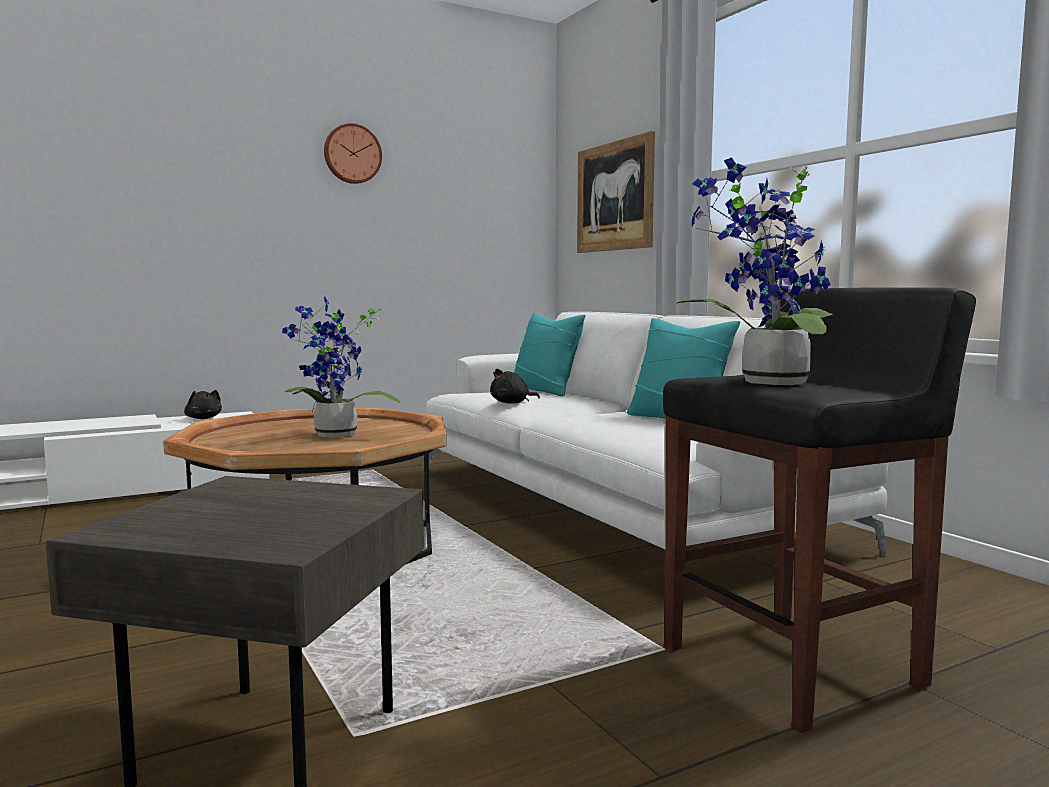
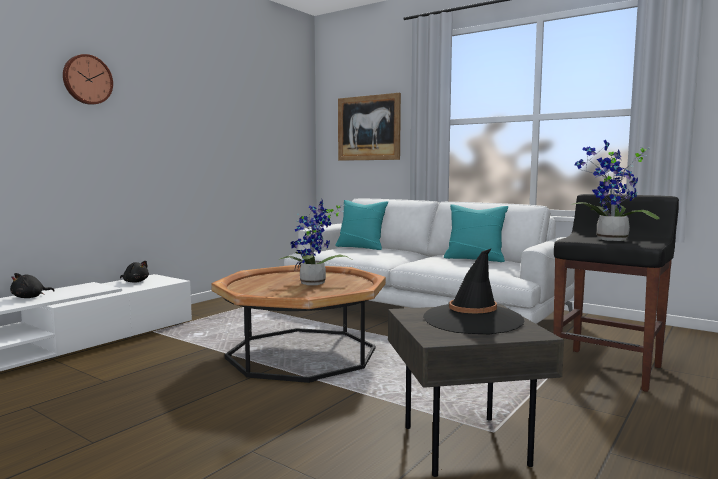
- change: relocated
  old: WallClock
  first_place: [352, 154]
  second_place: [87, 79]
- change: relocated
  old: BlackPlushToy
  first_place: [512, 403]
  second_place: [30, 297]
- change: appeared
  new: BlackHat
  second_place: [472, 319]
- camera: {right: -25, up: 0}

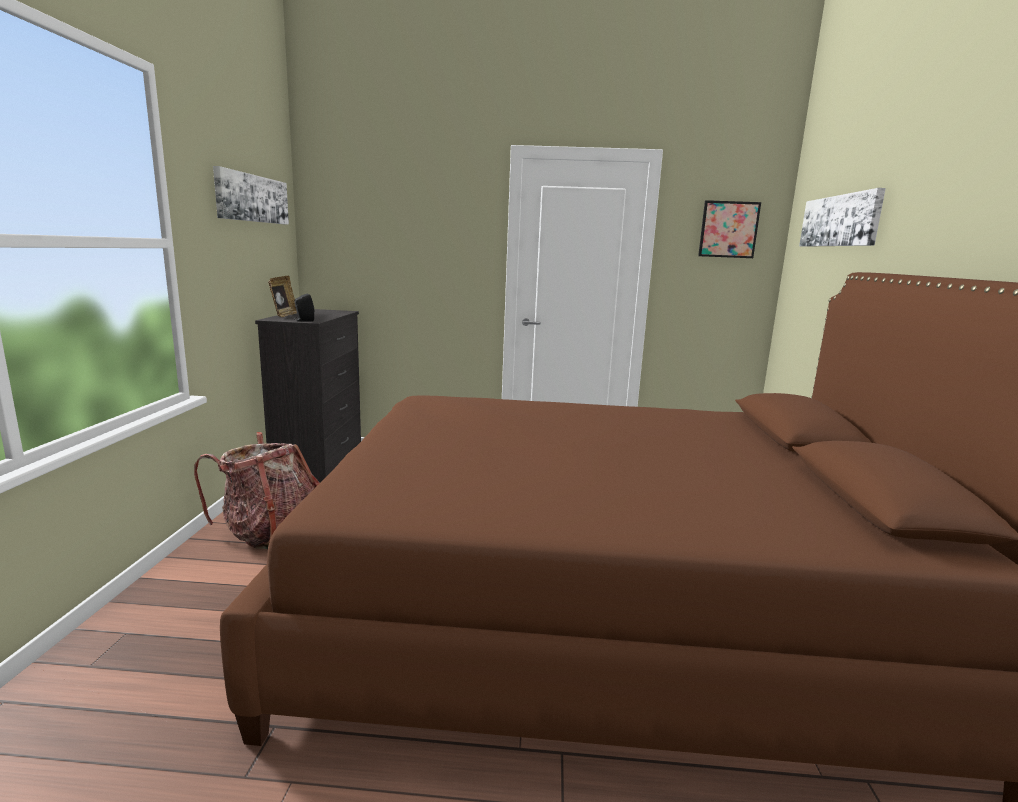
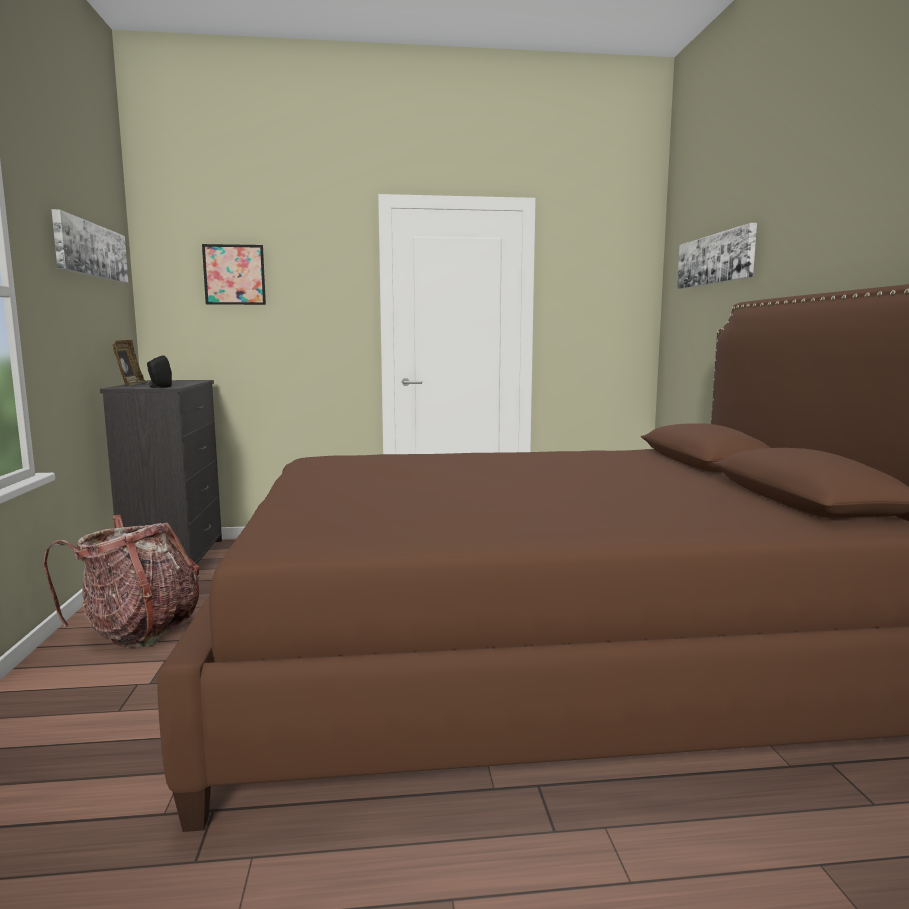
- change: relocated
  old: Picture
  first_place: [728, 229]
  second_place: [234, 274]
- camera: {right: -10, up: -5}

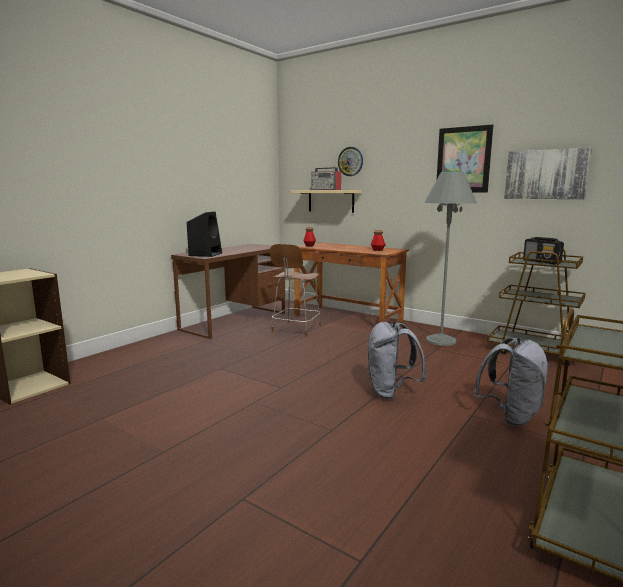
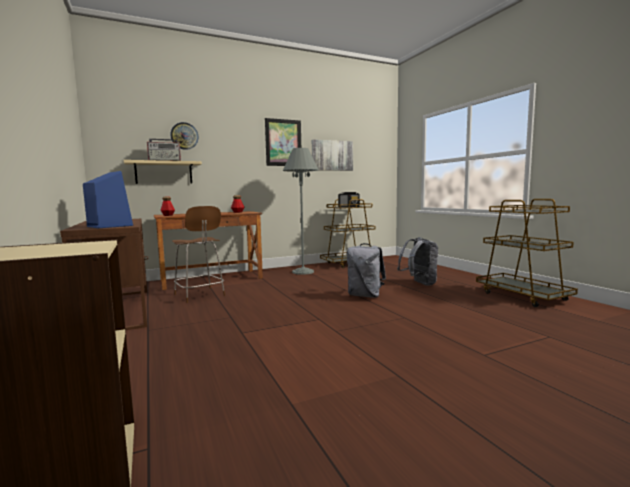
- change: colour
  old: BlackSpeaker
  new: BlueSpeaker
  first_place: [205, 254]
  second_place: [109, 226]
- camera: {right: -60, up: -5}

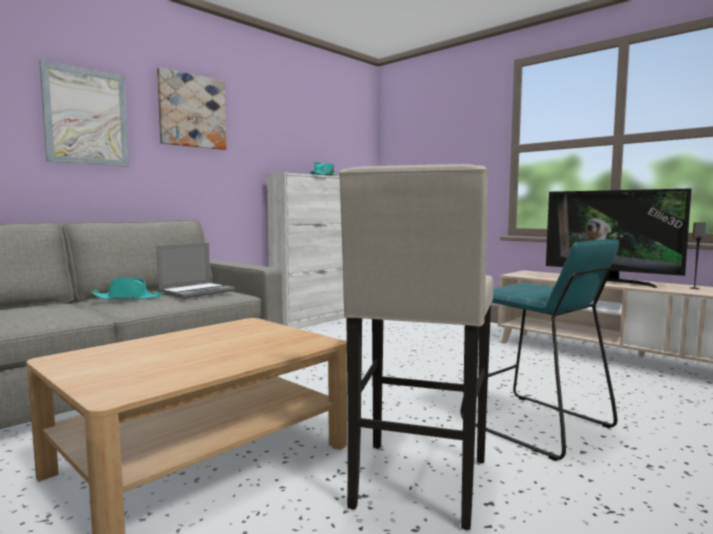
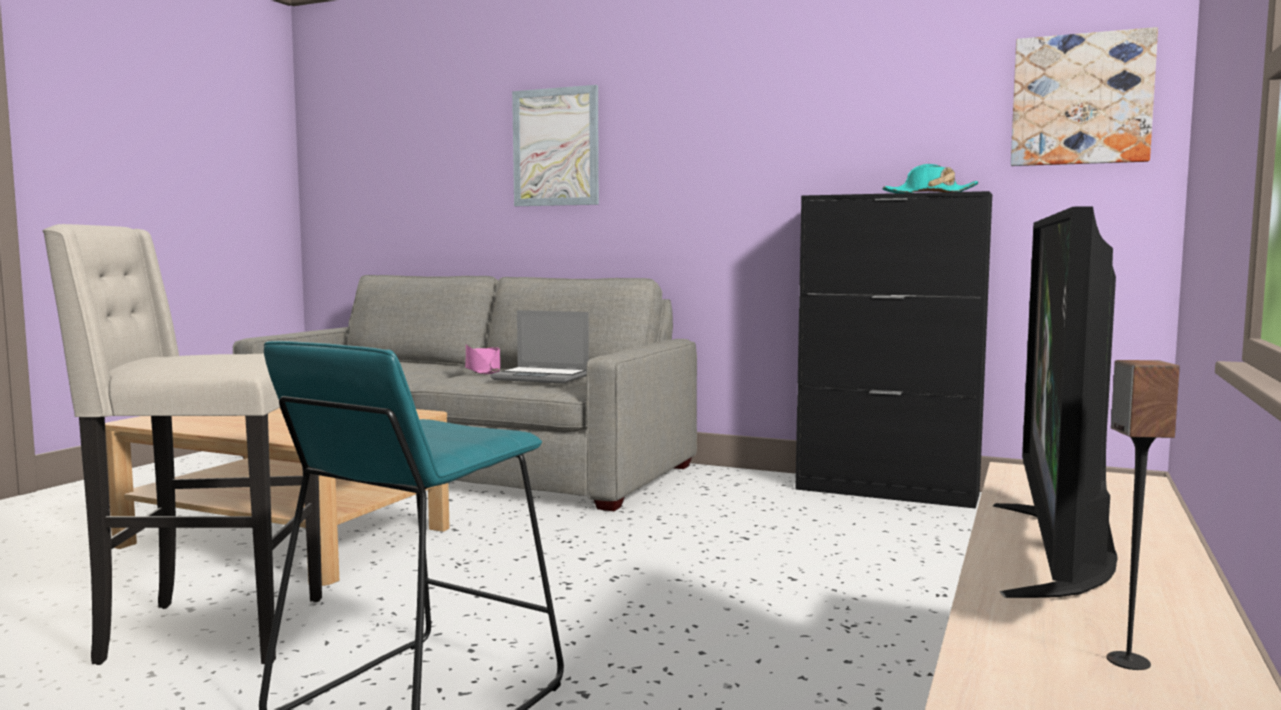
- change: relocated
  old: Picture
  first_place: [192, 111]
  second_place: [1081, 100]
- change: colour
  old: WhiteCabinet
  new: BlackCabinet
  first_place: [312, 321]
  second_place: [887, 492]
- change: colour
  old: TurquoiseHat
  new: PinkHat
  first_place: [128, 298]
  second_place: [482, 370]
- camera: {right: 70, up: 0}

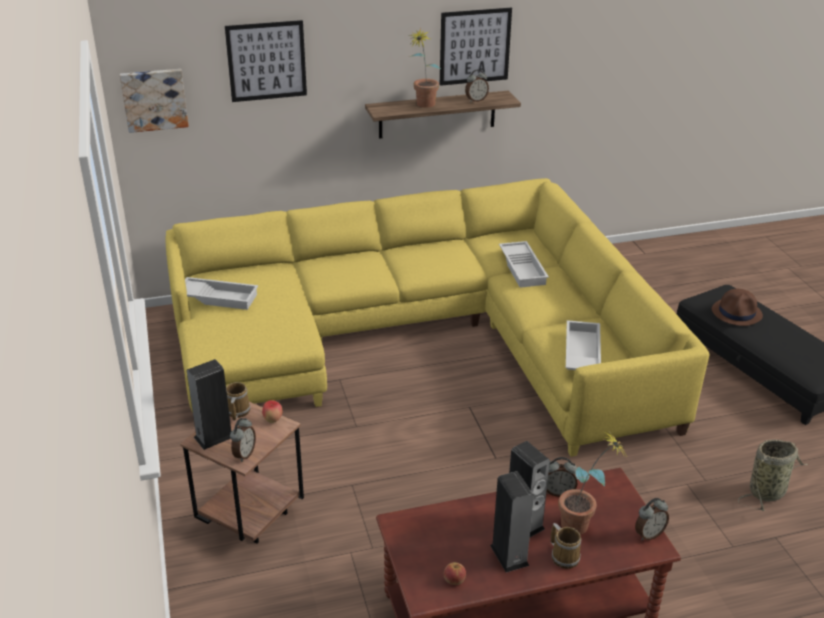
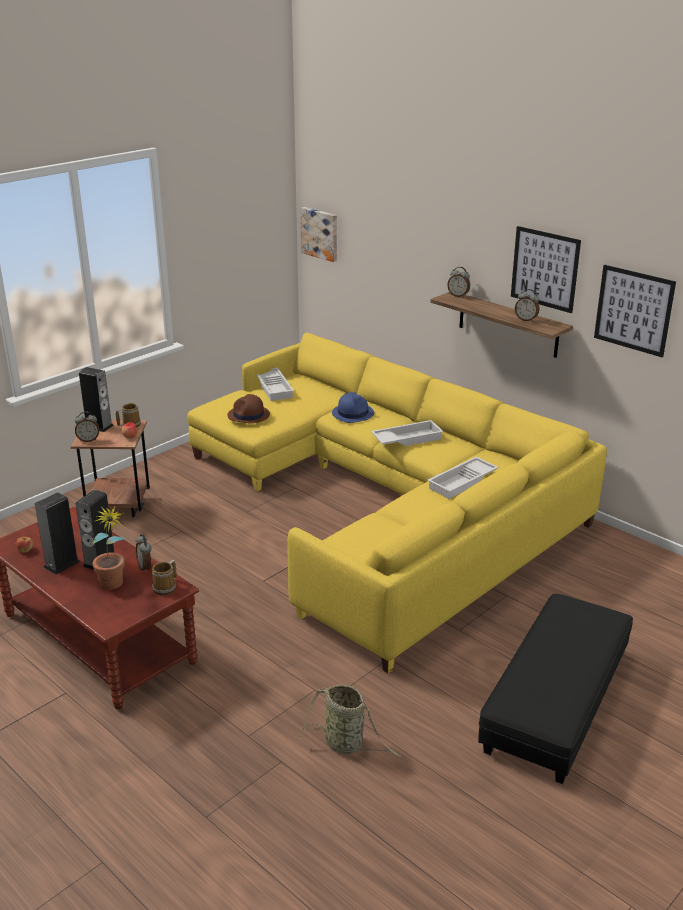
- change: relocated
  old: Picture
  first_place: [266, 61]
  second_place: [633, 310]
- change: missing
  old: PottedPlant
  first_place: [423, 106]
- change: relocated
  old: BrownHat
  first_place: [737, 313]
  second_place: [248, 415]
- change: relocated
  old: WhiteTray
  first_place: [580, 353]
  second_place: [407, 438]
- change: relocated
  old: AlarmClock
  first_place: [648, 534]
  second_place: [458, 295]
- change: relocated
  old: Mug
  first_place: [564, 556]
  second_place: [166, 588]
- change: appeared
  new: BlueHat
  second_place: [353, 413]
- camera: {right: 60, up: -5}

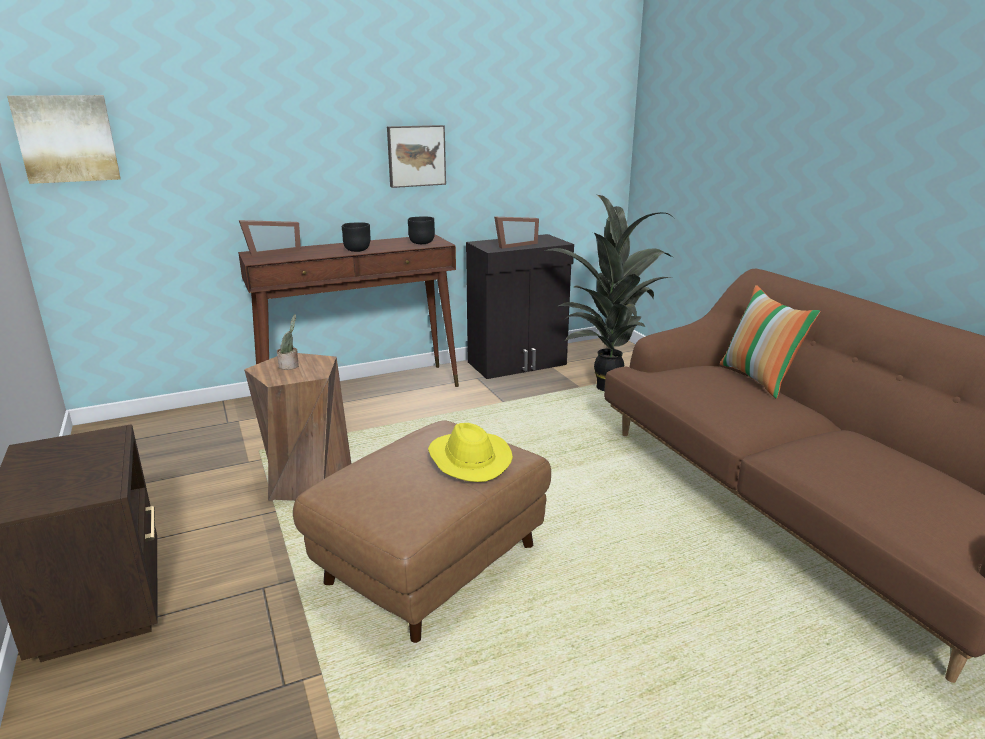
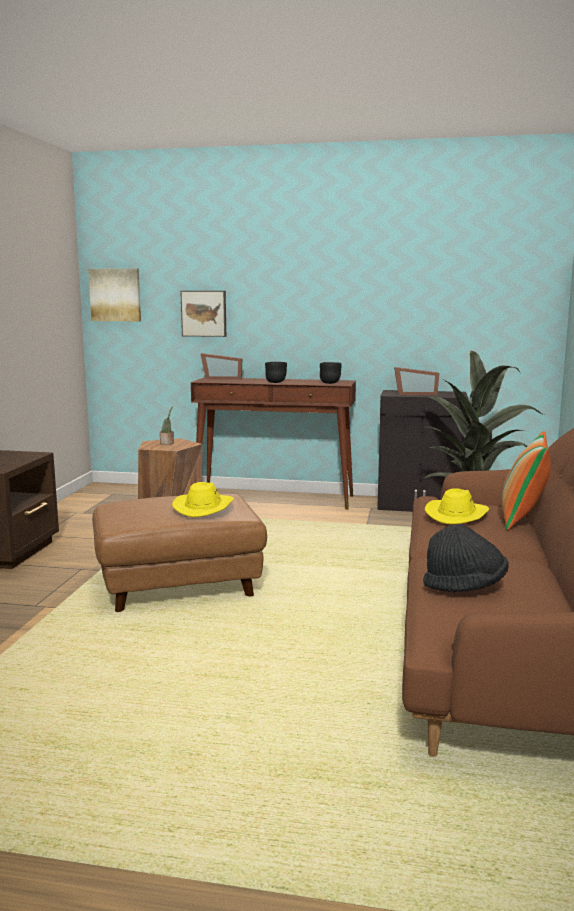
- change: relocated
  old: Picture
  first_place: [416, 156]
  second_place: [204, 313]
- change: appeared
  new: YellowHat
  second_place: [457, 515]
- change: appeared
  new: BlackHat
  second_place: [465, 587]
- camera: {right: 35, up: -10}

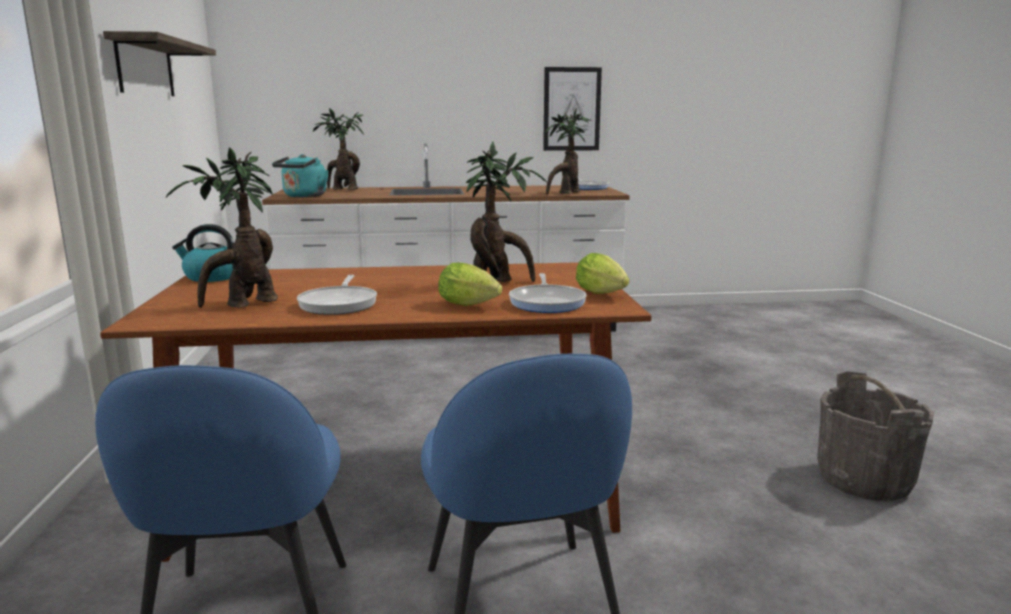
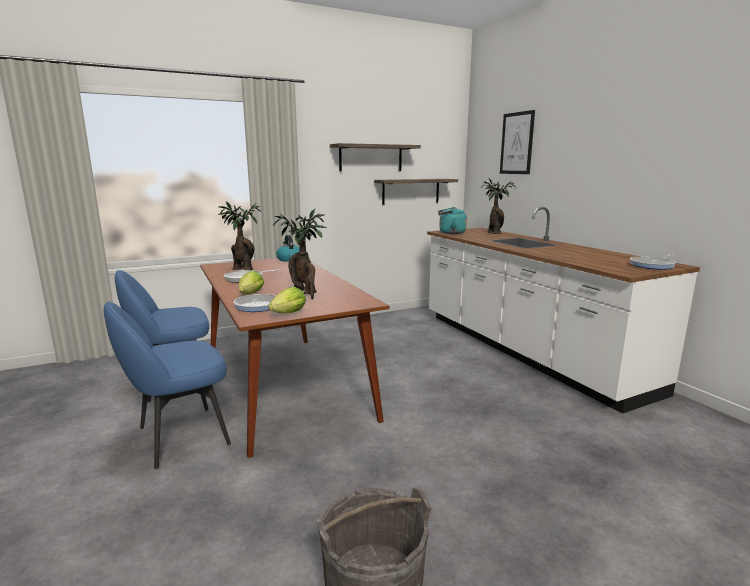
- change: relocated
  old: Picture
  first_place: [572, 109]
  second_place: [517, 143]
- change: missing
  old: PottedPlant
  first_place: [566, 193]
- change: appeared
  new: Shelf
  second_place: [411, 191]
- camera: {right: 70, up: 0}

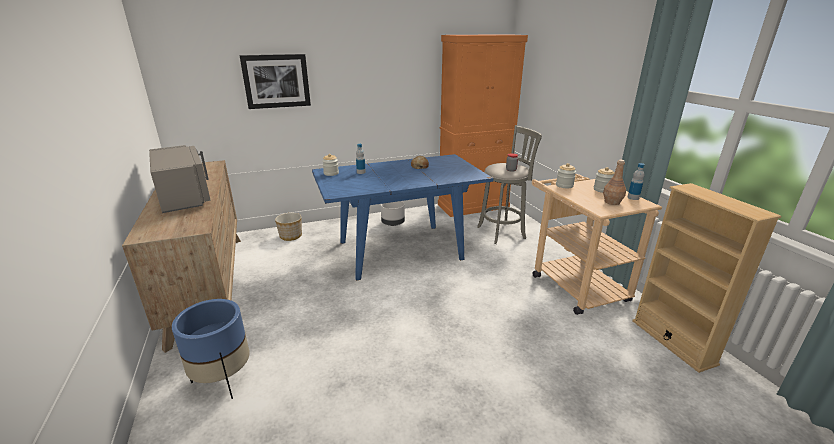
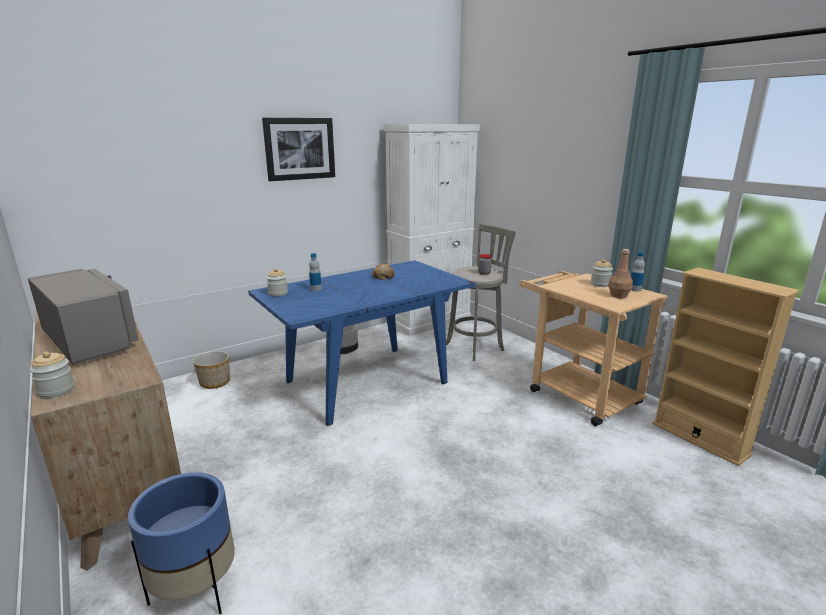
- change: colour
  old: OrangeCabinet
  new: WhiteCabinet
  first_place: [473, 206]
  second_place: [430, 321]
- change: relocated
  old: Picture
  first_place: [276, 81]
  second_place: [299, 149]
- change: relocated
  old: Jar
  first_place: [564, 185]
  second_place: [56, 390]
- camera: {right: -15, up: -5}

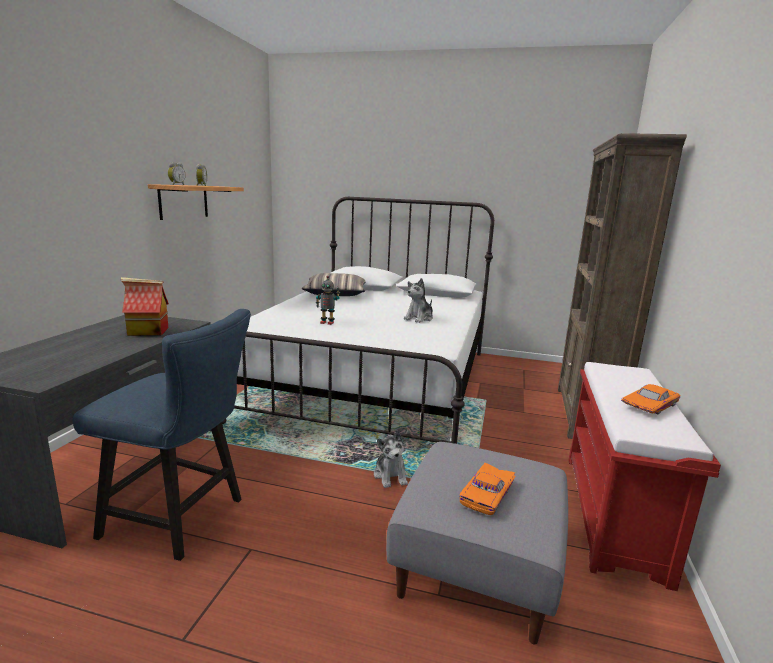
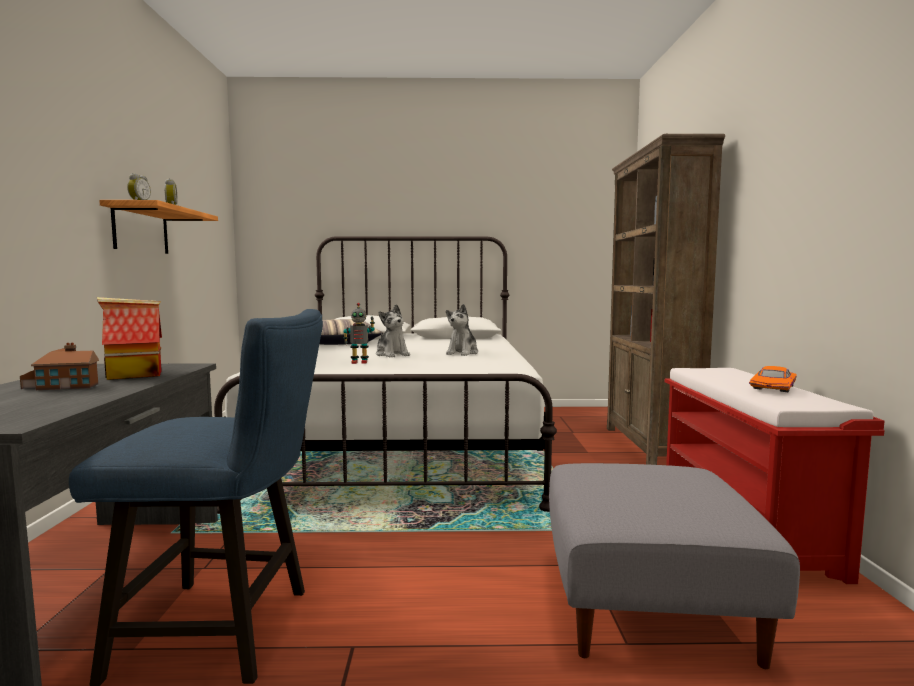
- change: relocated
  old: PlushToy
  first_place: [390, 476]
  second_place: [392, 354]
- change: missing
  old: OrangeToyCar
  first_place: [489, 495]
- change: appeared
  new: ToyHouse
  second_place: [63, 385]
- camera: {right: -15, up: -10}

